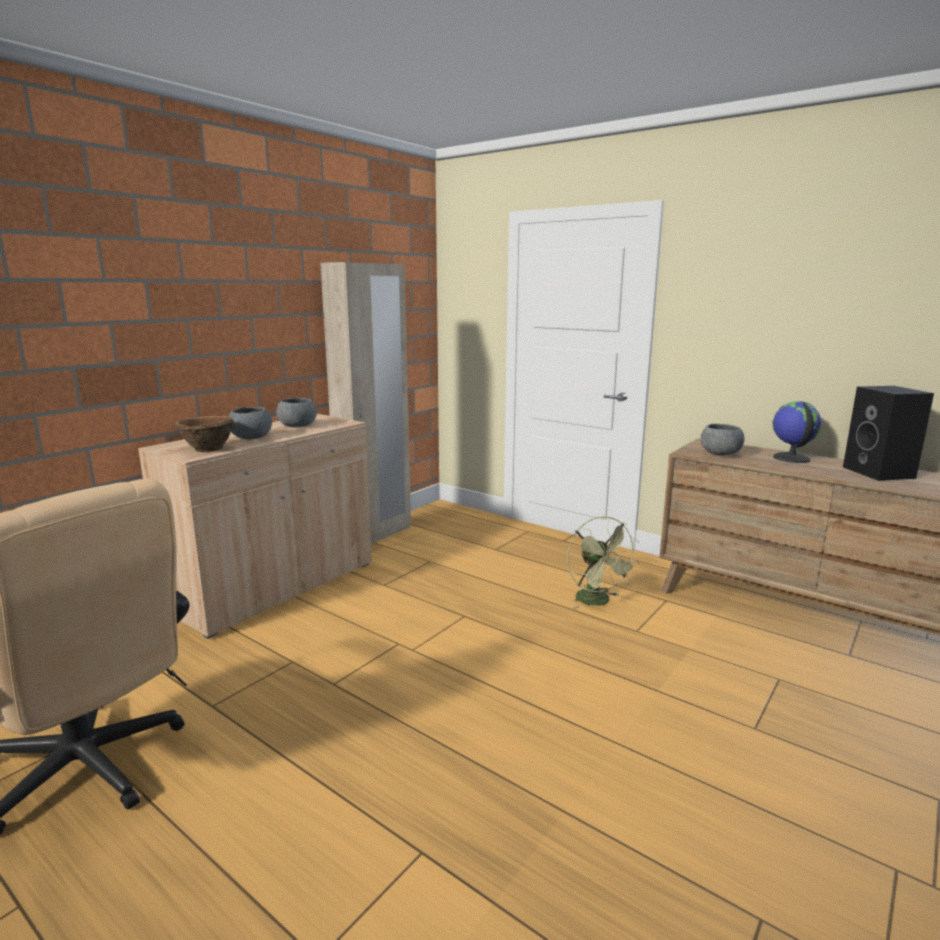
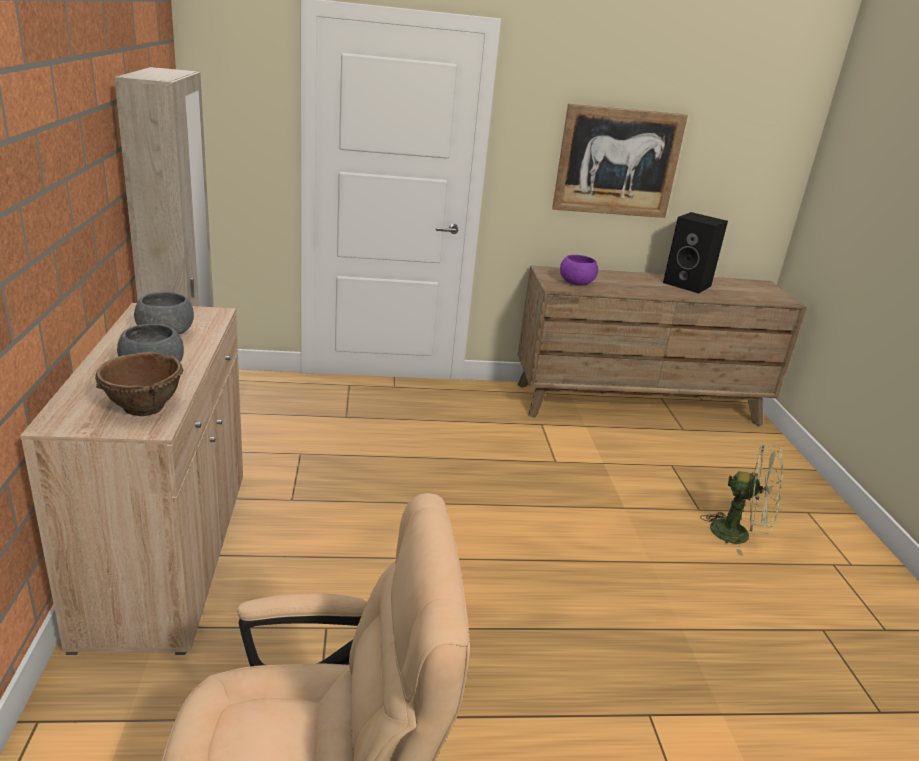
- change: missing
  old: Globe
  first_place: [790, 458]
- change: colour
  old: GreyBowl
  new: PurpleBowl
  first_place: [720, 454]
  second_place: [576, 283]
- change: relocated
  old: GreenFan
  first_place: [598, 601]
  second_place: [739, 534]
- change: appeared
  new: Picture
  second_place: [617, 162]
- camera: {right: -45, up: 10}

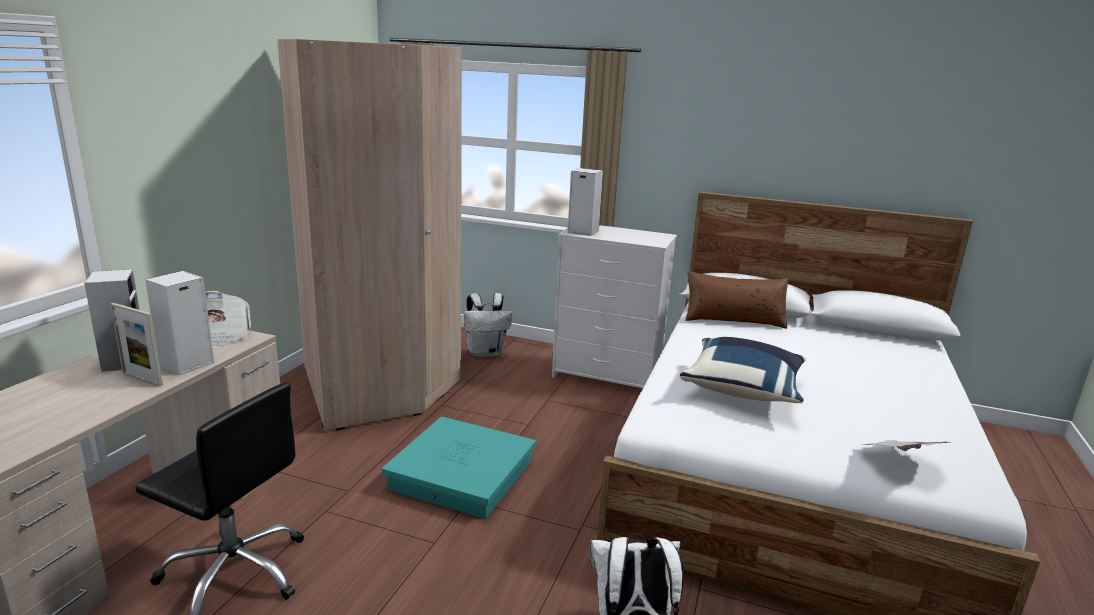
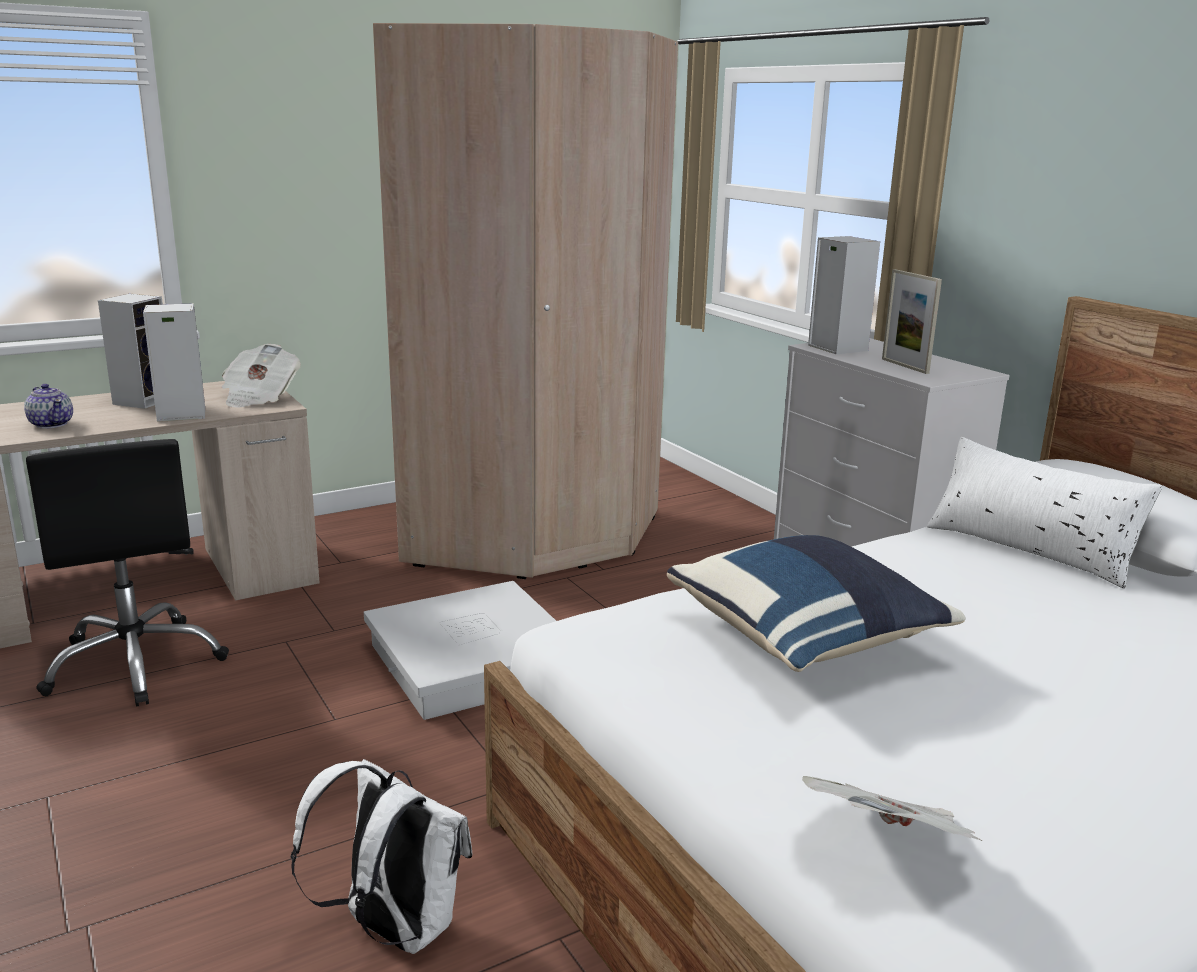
- change: colour
  old: BrownPillow
  new: WhitePillow
  first_place: [733, 320]
  second_place: [1029, 549]
- change: missing
  old: WhiteBackpack
  first_place: [486, 352]
- change: relocated
  old: PictureFrame
  first_place: [142, 379]
  second_place: [904, 366]
- change: colour
  old: TurquoiseStorageBox
  new: WhiteStorageBox
  first_place: [462, 475]
  second_place: [472, 662]
- change: appeared
  new: Teapot
  second_place: [51, 424]
- camera: {right: 40, up: 0}

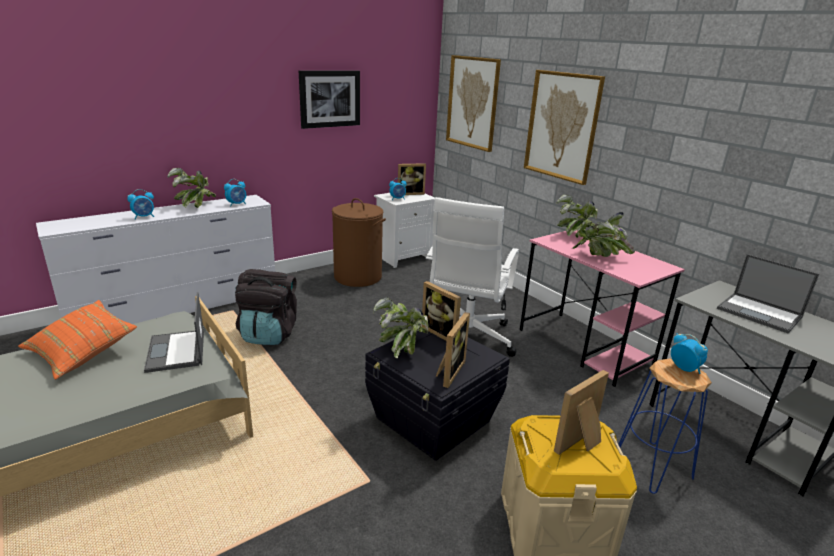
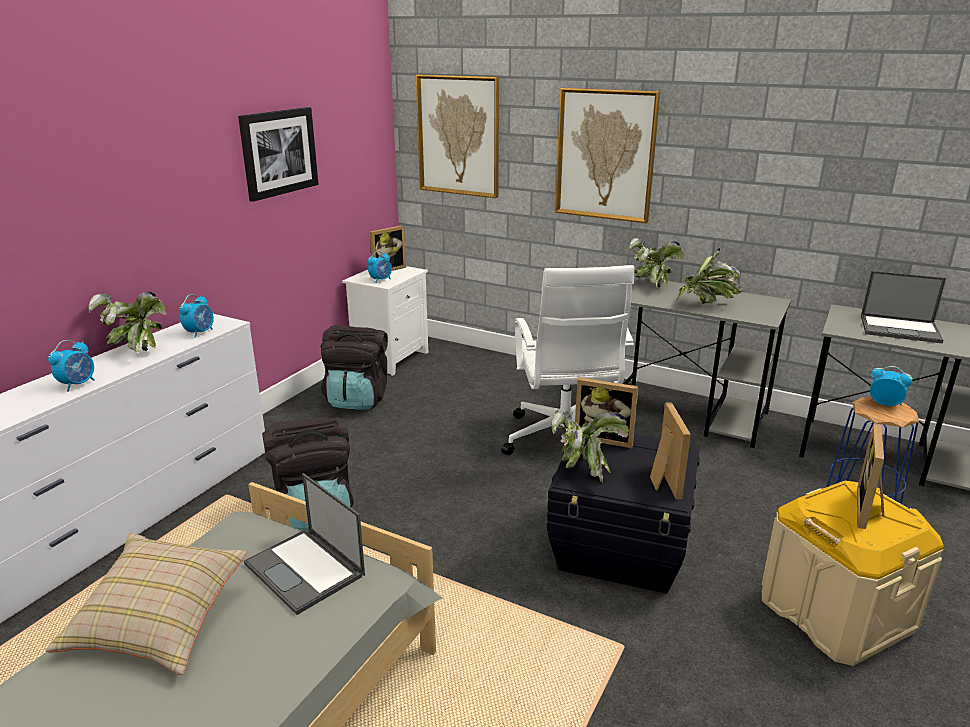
- change: exchanged
  old: BrownLaundryBasket
  new: BlackBackpack
  first_place: [358, 277]
  second_place: [358, 399]
- change: colour
  old: PinkDesk
  new: GreyDesk
  first_place: [585, 347]
  second_place: [689, 413]
- change: colour
  old: OrangePillow
  new: BeigePillow
  first_place: [82, 352]
  second_place: [158, 621]
- camera: {right: -25, up: 0}

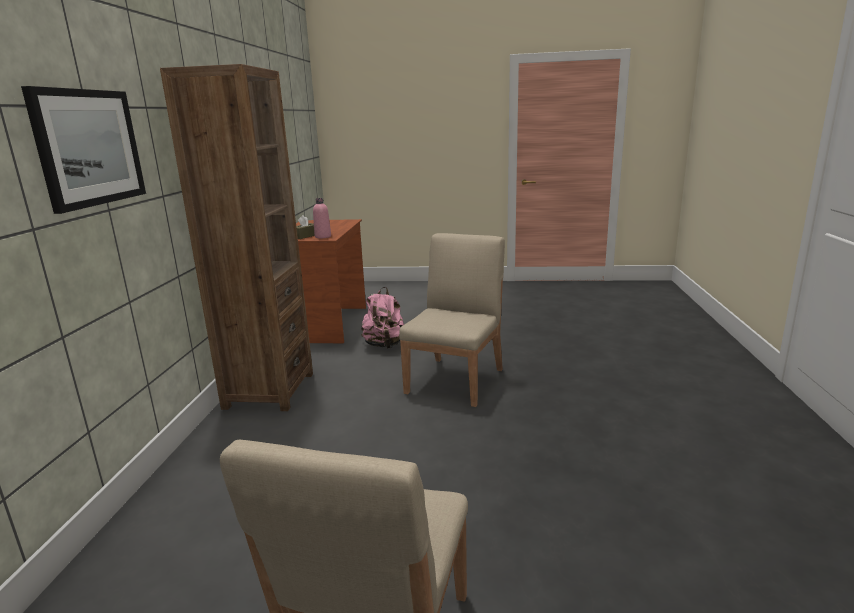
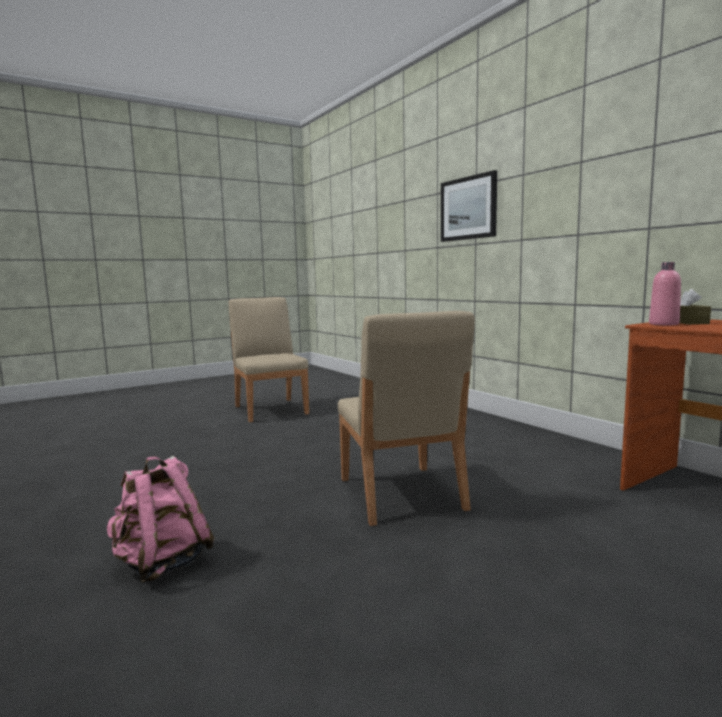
- change: missing
  old: BrownBookcase
  first_place: [269, 390]
- change: relocated
  old: PinkBackpack
  first_place: [384, 345]
  second_place: [162, 563]
- camera: {right: 140, up: -10}

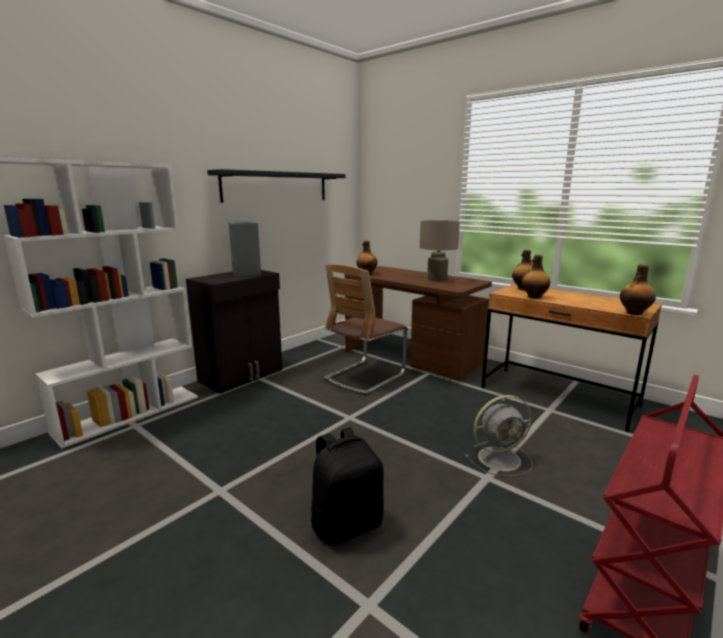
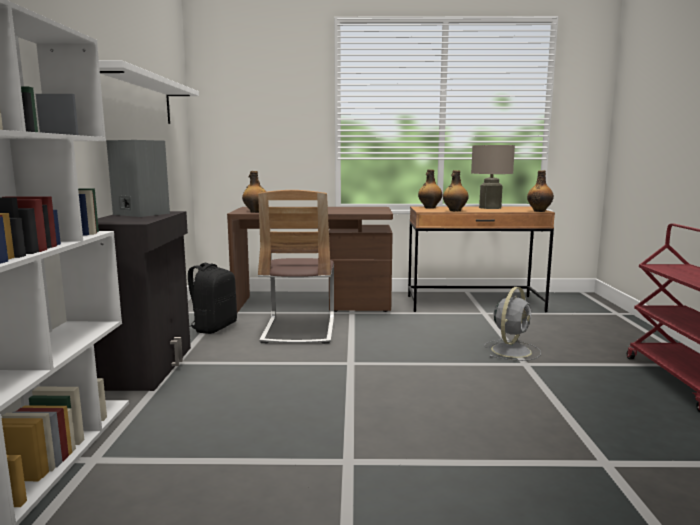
- change: colour
  old: BlackShelf
  new: WhiteShelf
  first_place: [277, 187]
  second_place: [136, 98]
- change: relocated
  old: BeigeTableLamp
  first_place: [437, 279]
  second_place: [490, 207]
- change: relocated
  old: BlackBackpack
  first_place: [346, 524]
  second_place: [213, 327]
- camera: {right: -40, up: -5}

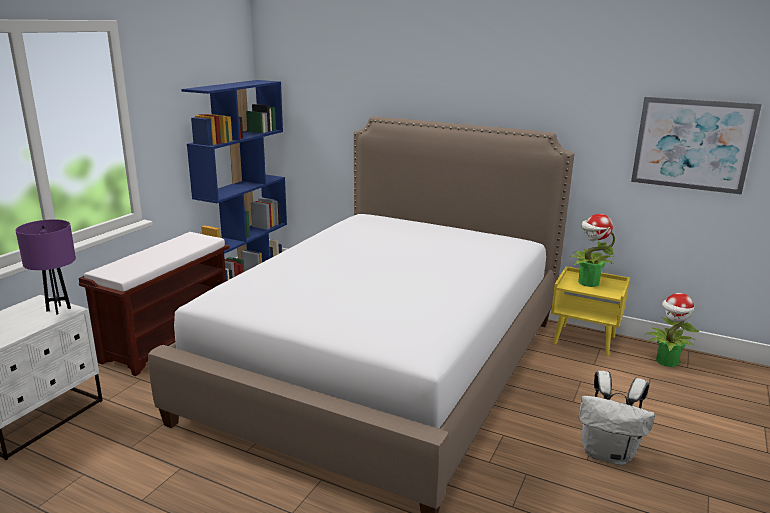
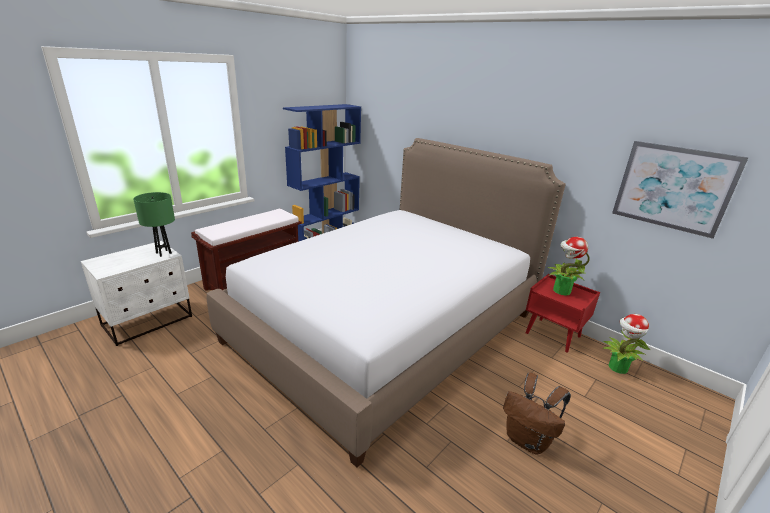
- change: colour
  old: PurpleTableLamp
  new: GreenTableLamp
  first_place: [58, 309]
  second_place: [163, 253]
- change: colour
  old: YellowNightstand
  new: RedNightstand
  first_place: [585, 340]
  second_place: [553, 335]
- change: colour
  old: WhiteBackpack
  new: BrownBackpack
  first_place: [608, 454]
  second_place: [528, 440]
- camera: {right: 15, up: 5}

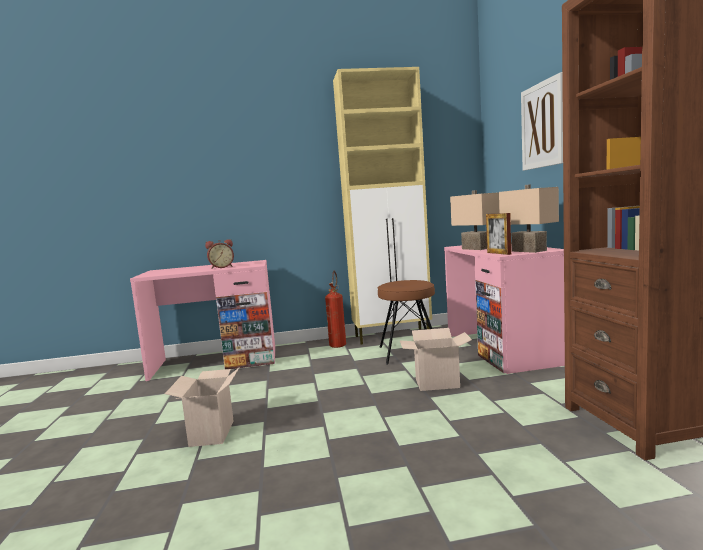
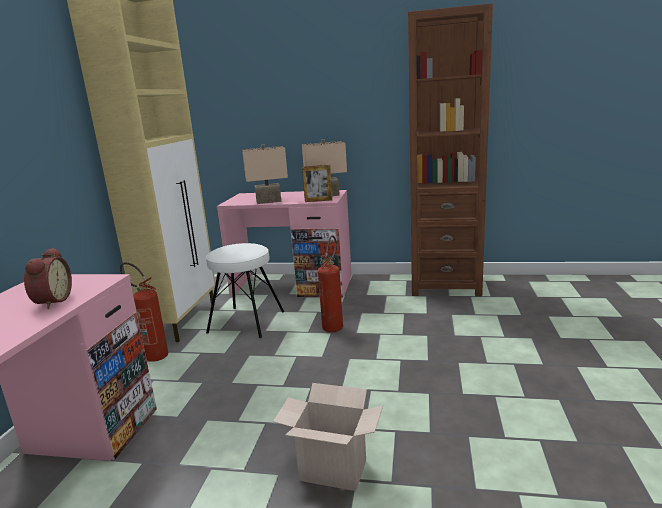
- change: missing
  old: Picture
  first_place: [542, 125]
- change: colour
  old: BrownStool
  new: WhiteStool
  first_place: [409, 353]
  second_place: [246, 322]
- change: exchanged
  old: CardboardBox
  new: FireExtinguisher
  first_place: [436, 384]
  second_place: [334, 325]
- camera: {right: -70, up: 10}

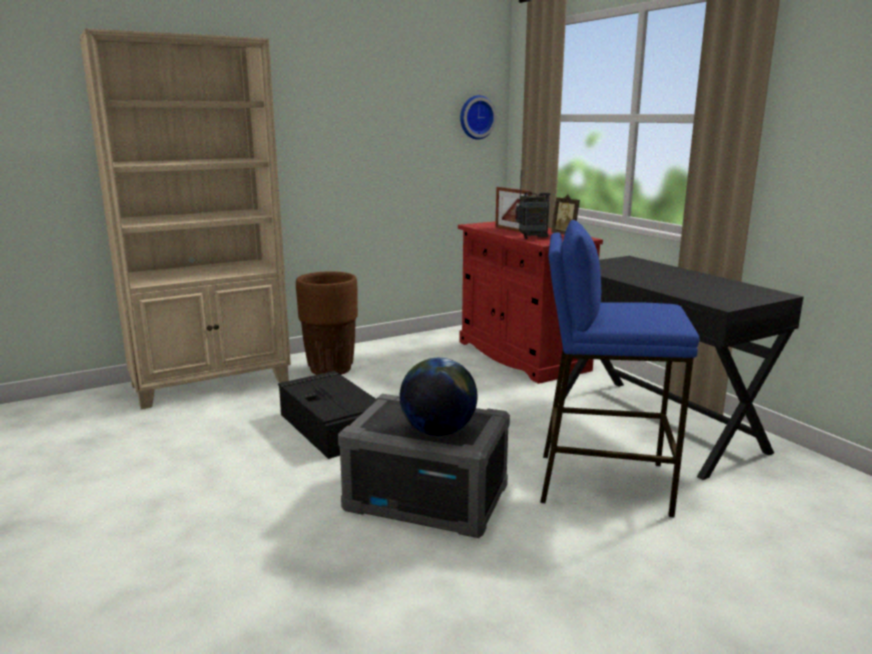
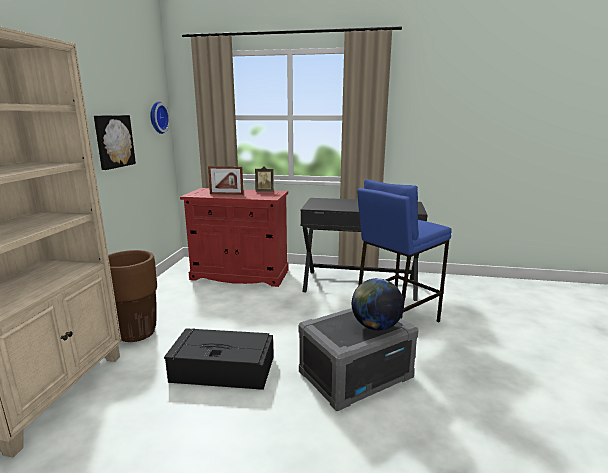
- change: missing
  old: Radio
  first_place: [532, 238]
- change: appeared
  new: Picture
  second_place: [113, 141]
- camera: {right: -50, up: 0}

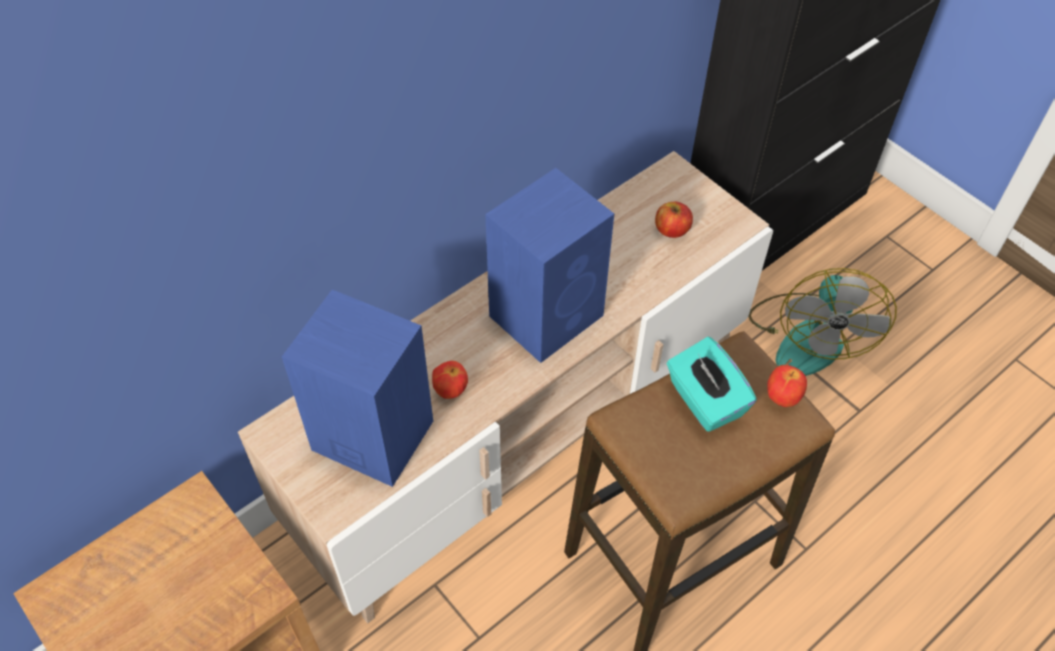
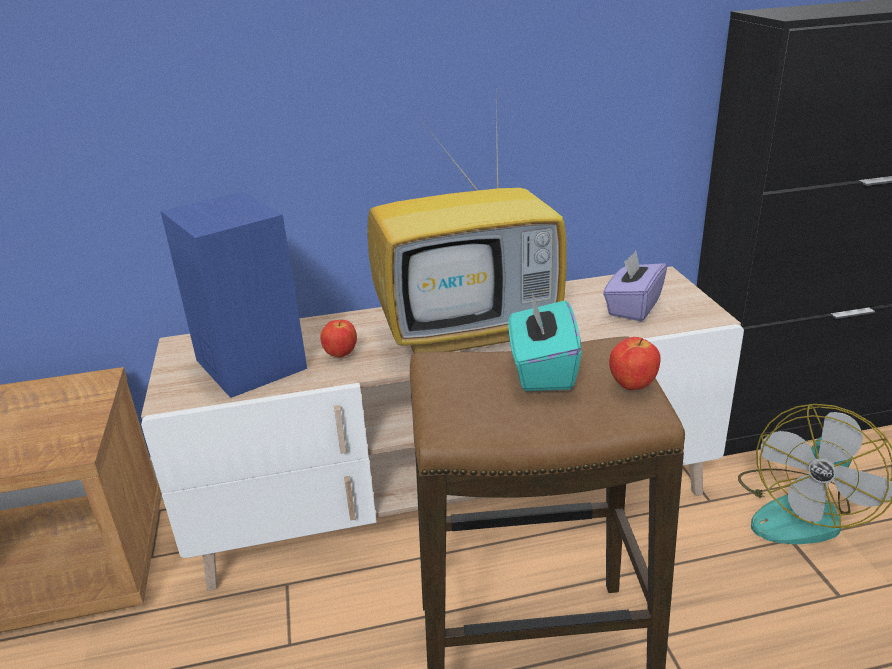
- change: exchanged
  old: BlueSpeaker
  new: Television
  first_place: [548, 314]
  second_place: [470, 331]
- change: exchanged
  old: Apple
  new: PurpleTissueBox
  first_place: [671, 230]
  second_place: [633, 307]
- camera: {right: 30, up: -25}

